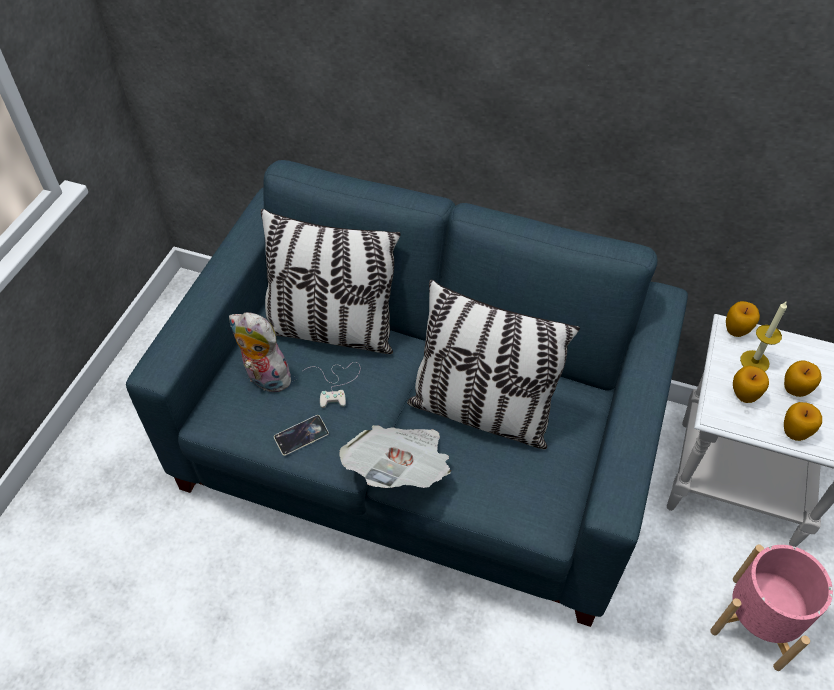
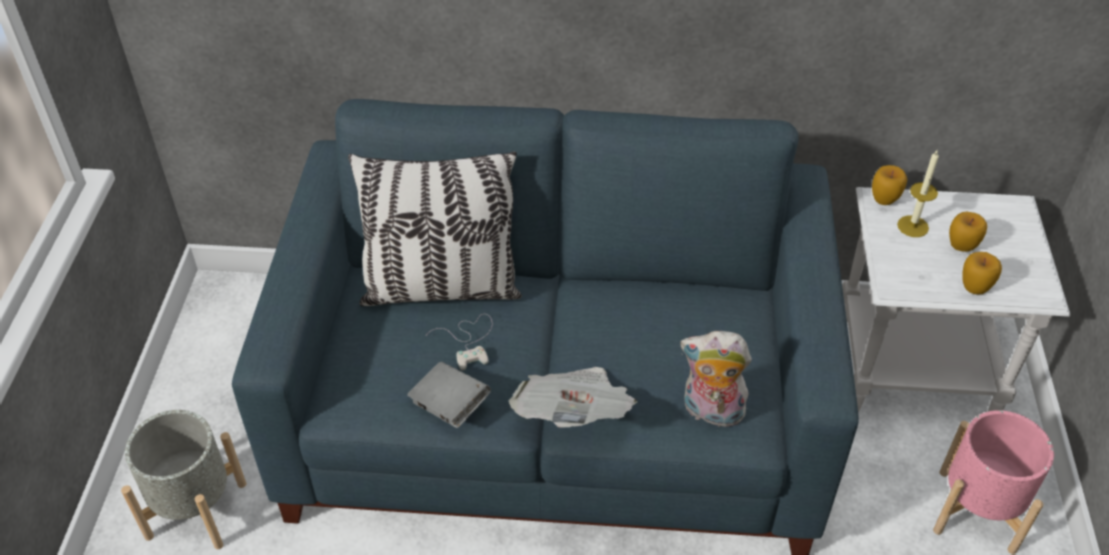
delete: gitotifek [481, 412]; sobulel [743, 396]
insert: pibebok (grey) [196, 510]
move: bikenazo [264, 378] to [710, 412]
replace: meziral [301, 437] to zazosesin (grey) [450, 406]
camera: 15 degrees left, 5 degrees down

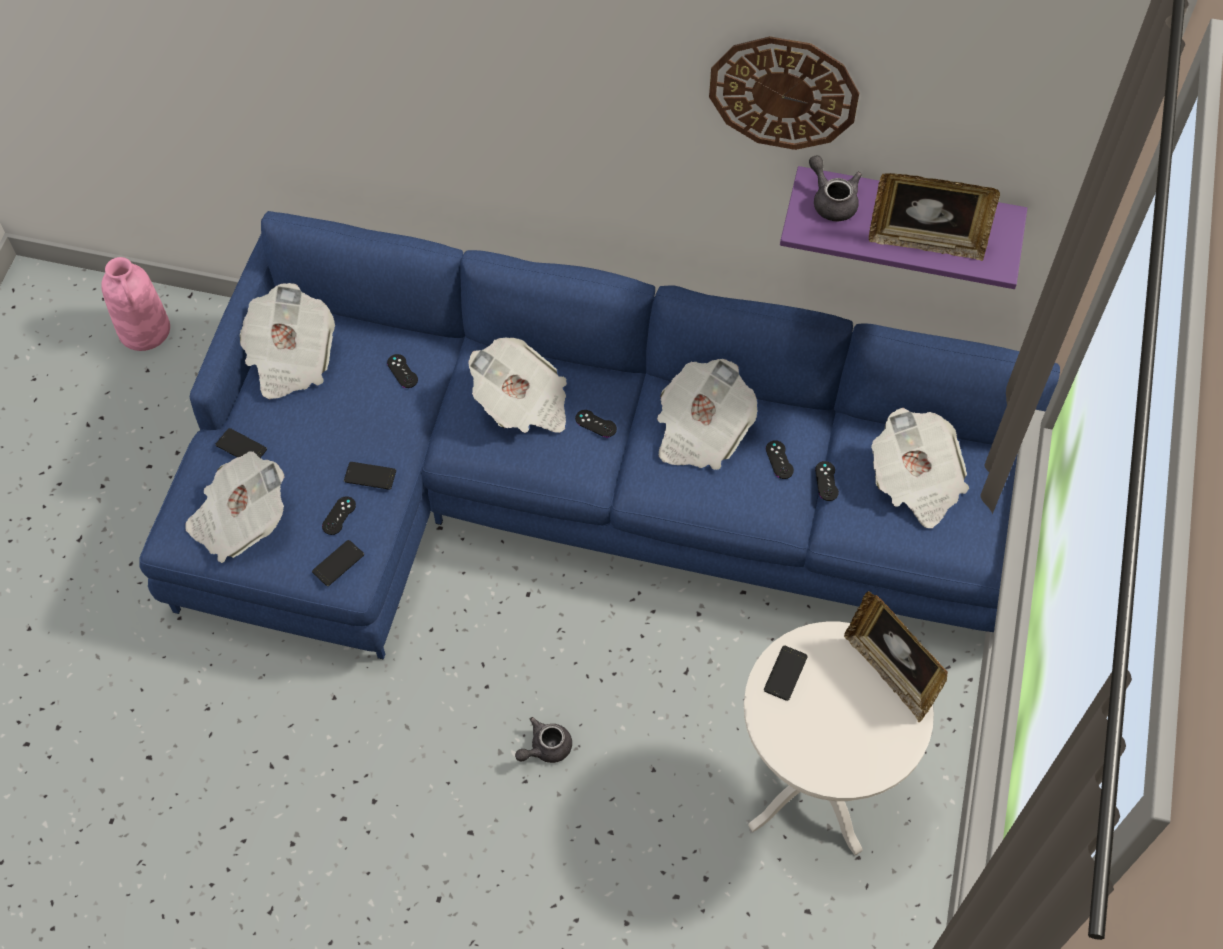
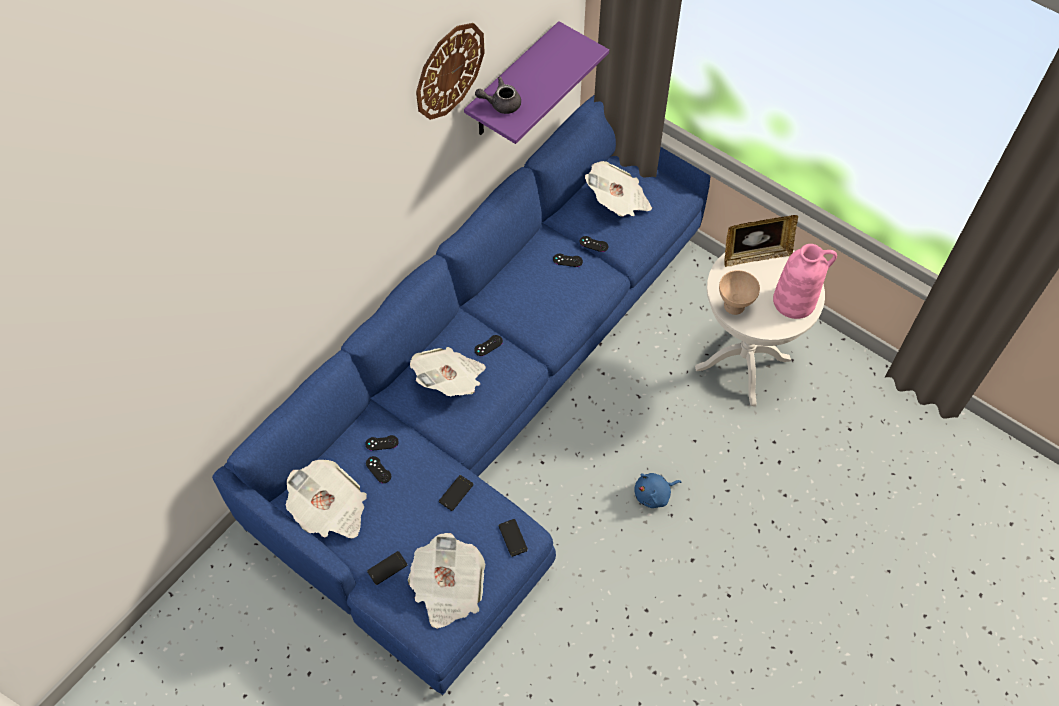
delete: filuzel [700, 431]; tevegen [926, 242]
move: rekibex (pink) [145, 331] to [794, 301]; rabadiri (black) [339, 515] to [378, 470]
replace: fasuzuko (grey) [545, 748] to bikenazo (blue) [654, 494]; meziral [785, 673] to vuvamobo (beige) [734, 305]
camera: 65 degrees left, 0 degrees up

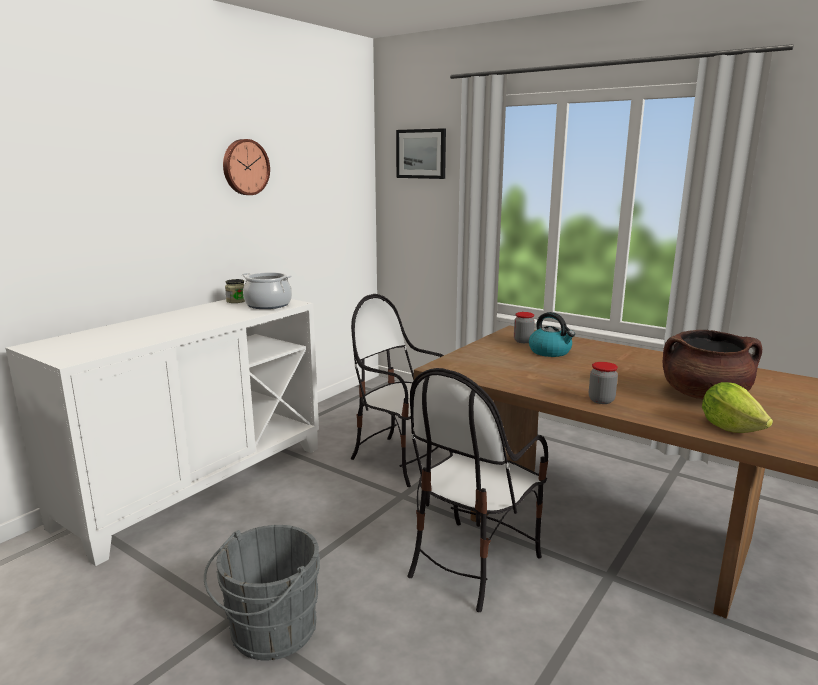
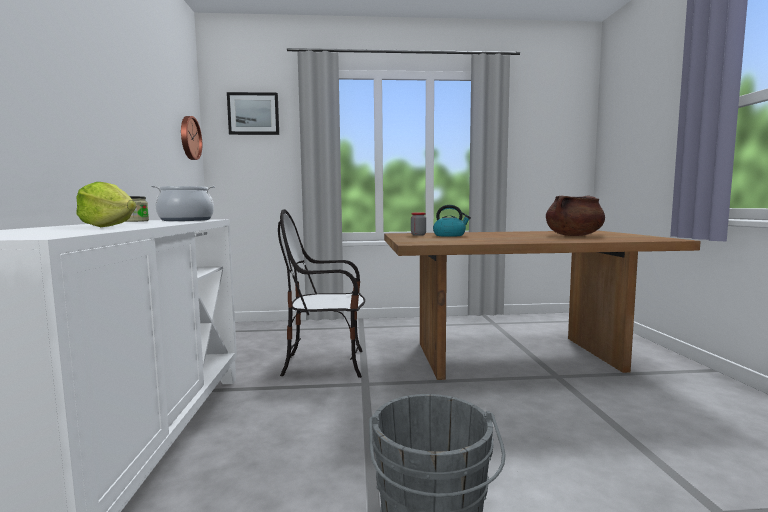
delete: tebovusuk [472, 563]; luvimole [601, 400]
move: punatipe [245, 167] to [189, 138]; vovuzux [730, 428] to [108, 226]
camera: 40 degrees left, 10 degrees down

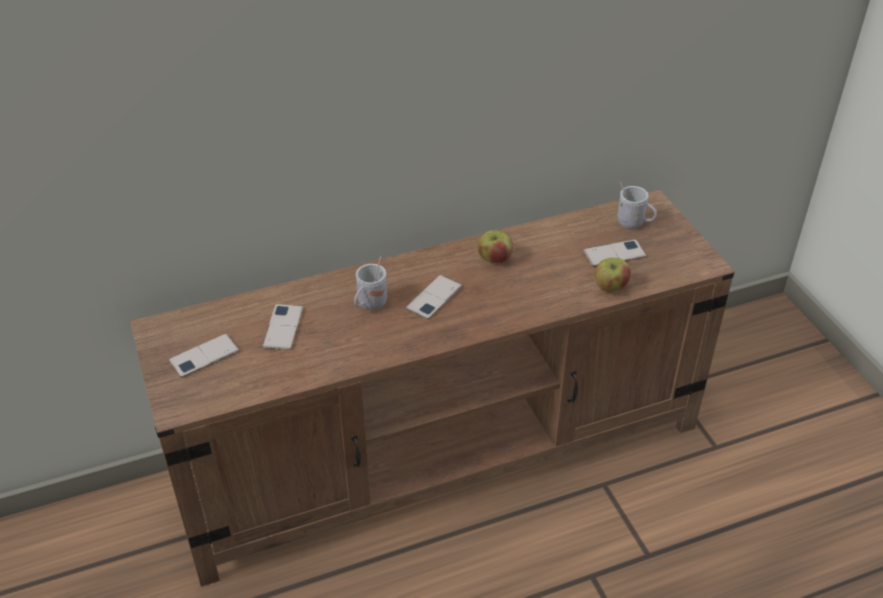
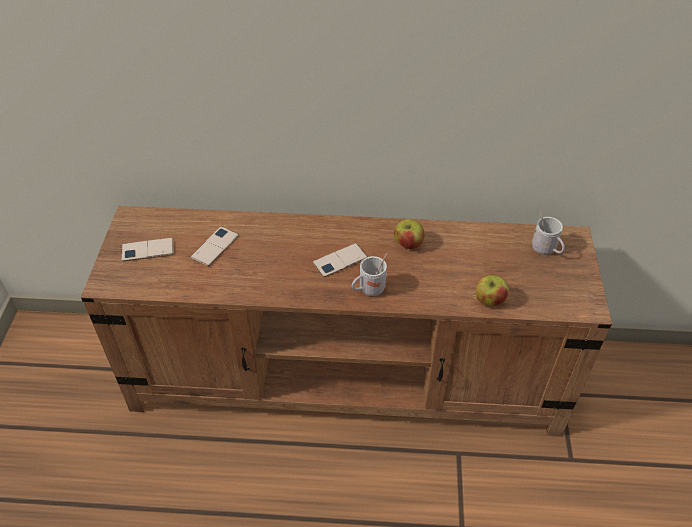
delete: meziral [614, 254]
move: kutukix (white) [369, 305] to [368, 290]
camera: 25 degrees right, 5 degrees up

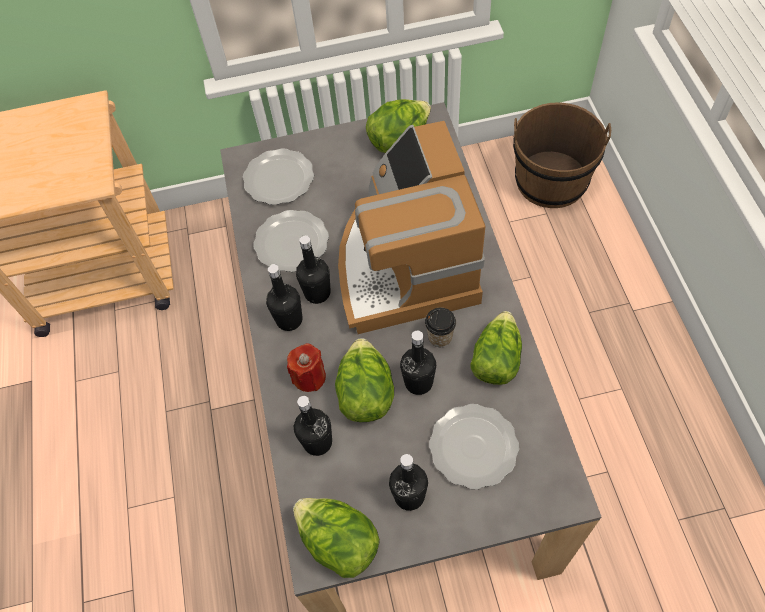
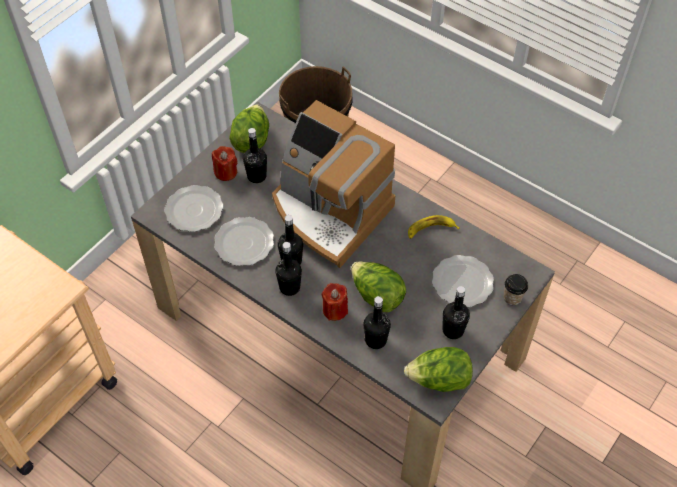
insert: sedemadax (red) [226, 172]
move: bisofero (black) [418, 382] to [256, 176]; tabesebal [440, 337] to [512, 298]
replace: vovuzux [495, 359] to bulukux [430, 229]
camera: 45 degrees left, 5 degrees down

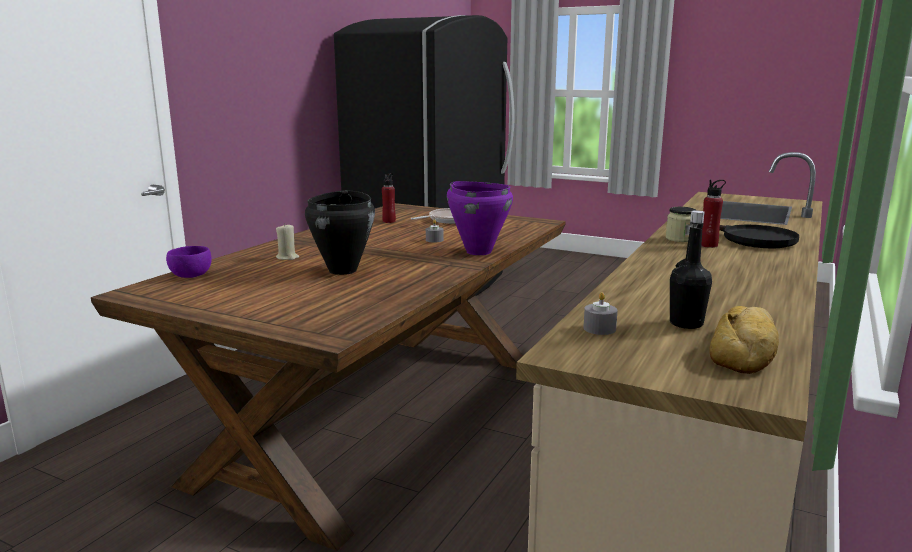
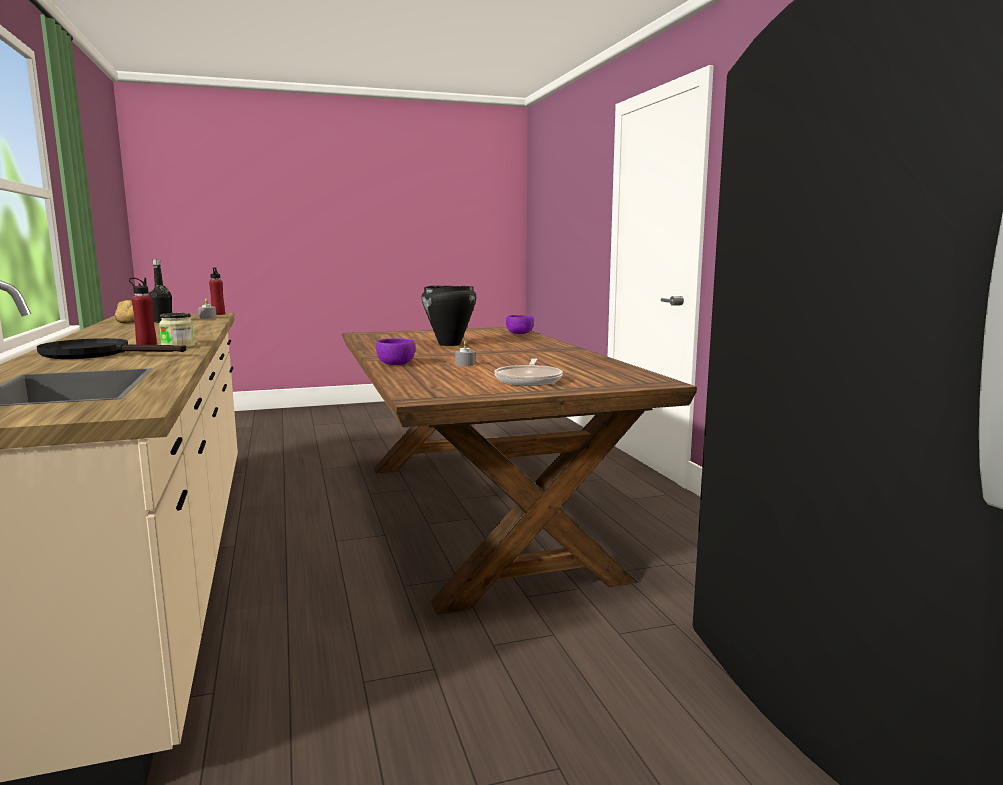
delete: sedemadax (beige) [287, 257]
move: bisofero (red) [389, 221] to [218, 314]
replace: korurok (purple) [478, 252] to vuvamobo (purple) [396, 364]
camera: 135 degrees right, 5 degrees down

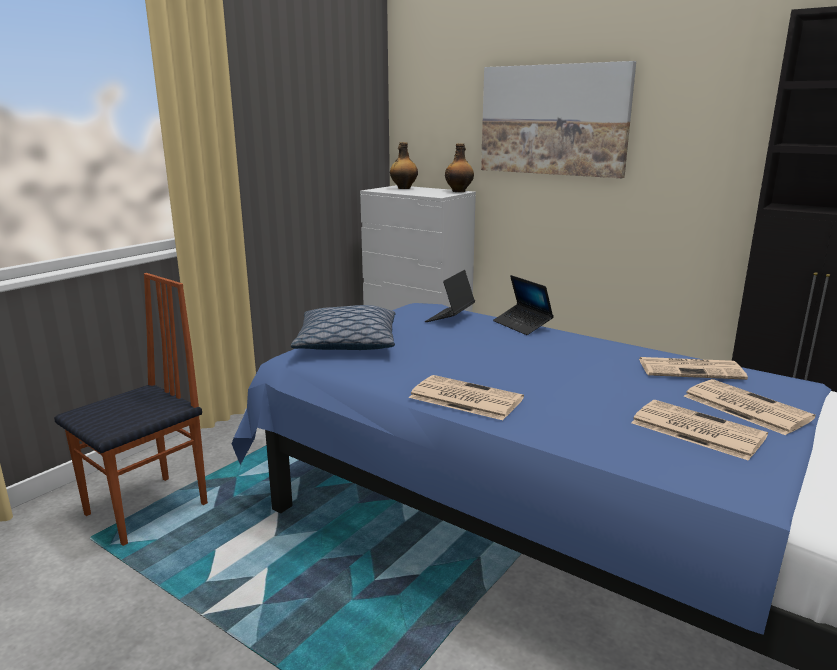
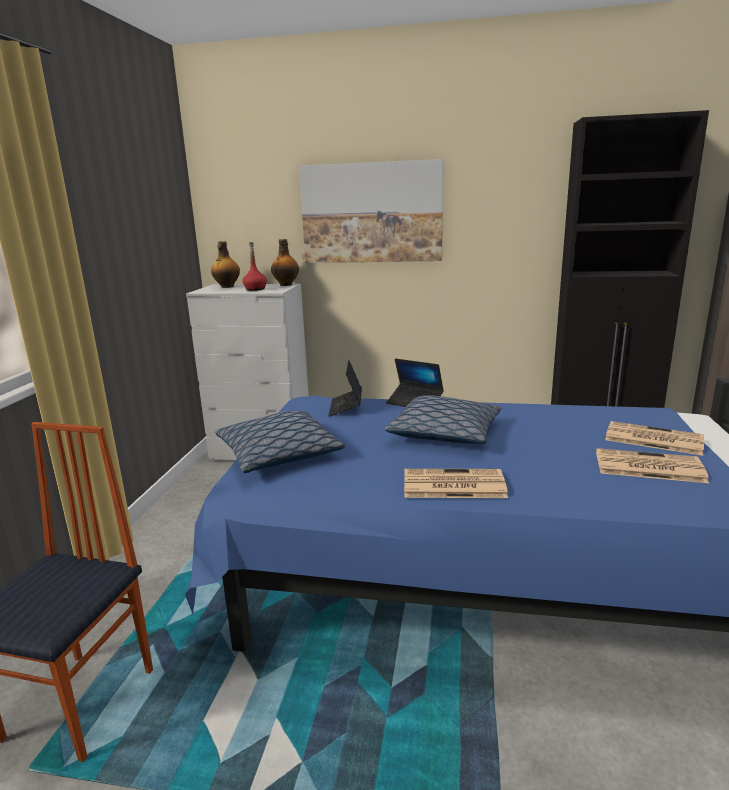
delete: filuzel [691, 369]
insert: bisofero (red) [255, 289]; gitotifek [445, 433]
camera: 25 degrees left, 0 degrees up

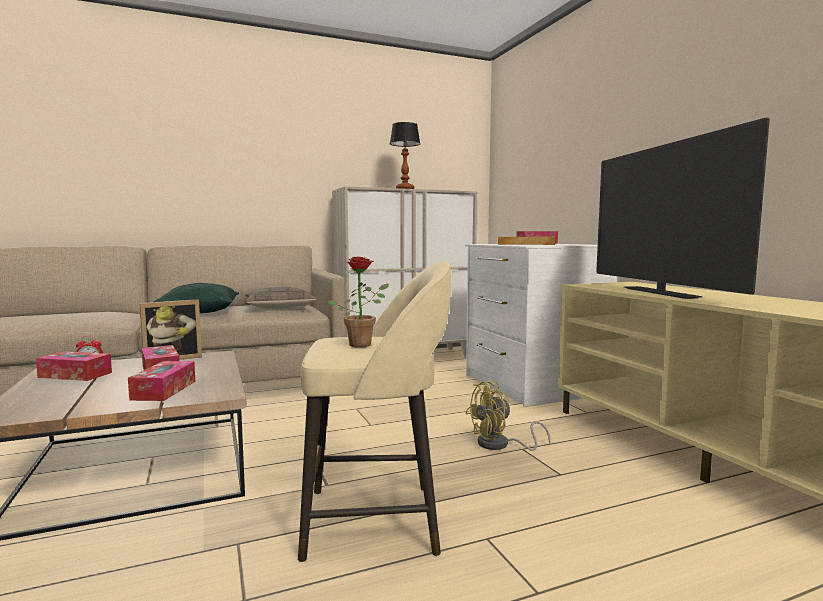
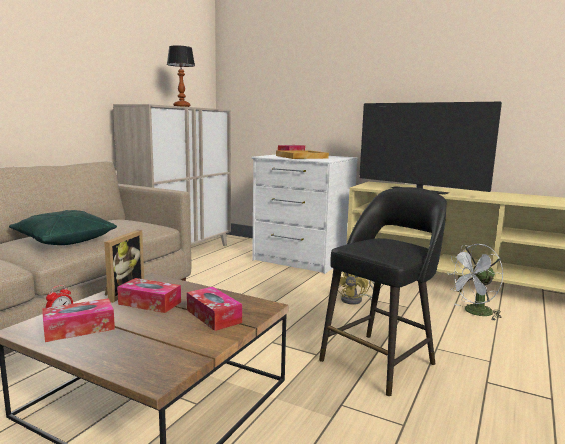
delete: gitotifek [279, 307]; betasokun [363, 344]
insert: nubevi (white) [474, 313]
recolor: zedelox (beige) [376, 520] to zedelox (black) [379, 361]
camera: 40 degrees left, 5 degrees up

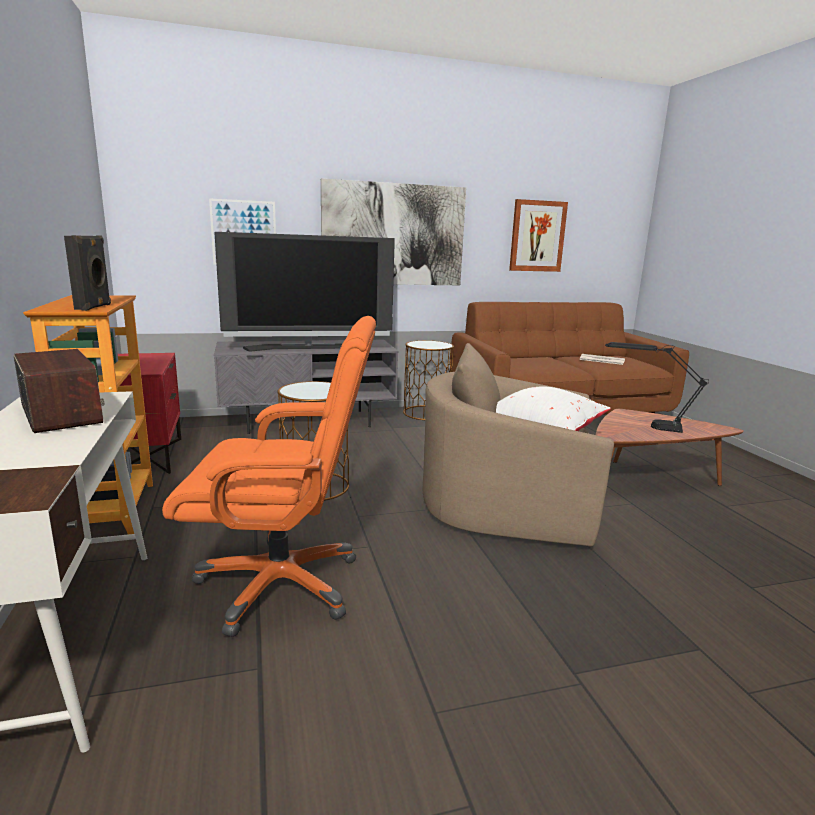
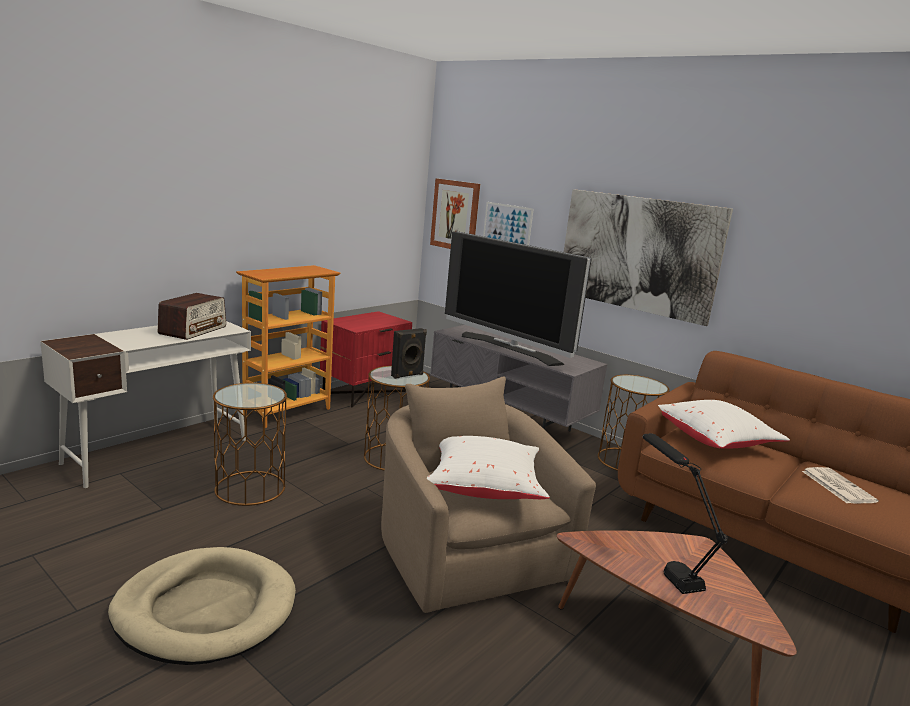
insert: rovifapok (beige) [206, 609]; gitotifek (white) [715, 441]
move: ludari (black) [94, 307] to [407, 375]; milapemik [537, 236] to [455, 215]
replace: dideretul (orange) [281, 584] to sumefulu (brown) [250, 488]
camera: 55 degrees right, 0 degrees up

